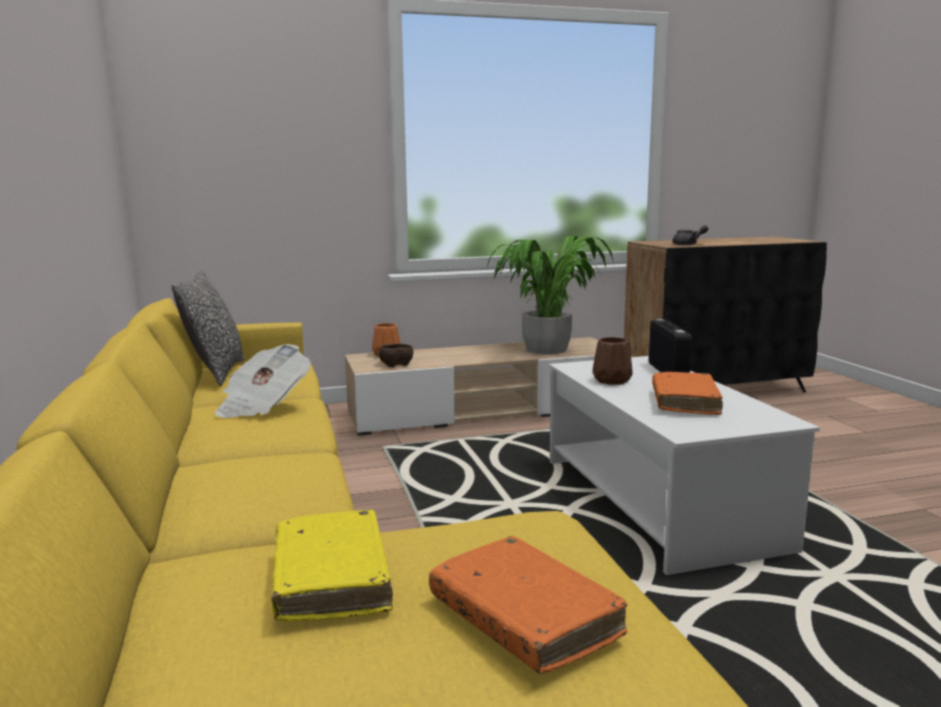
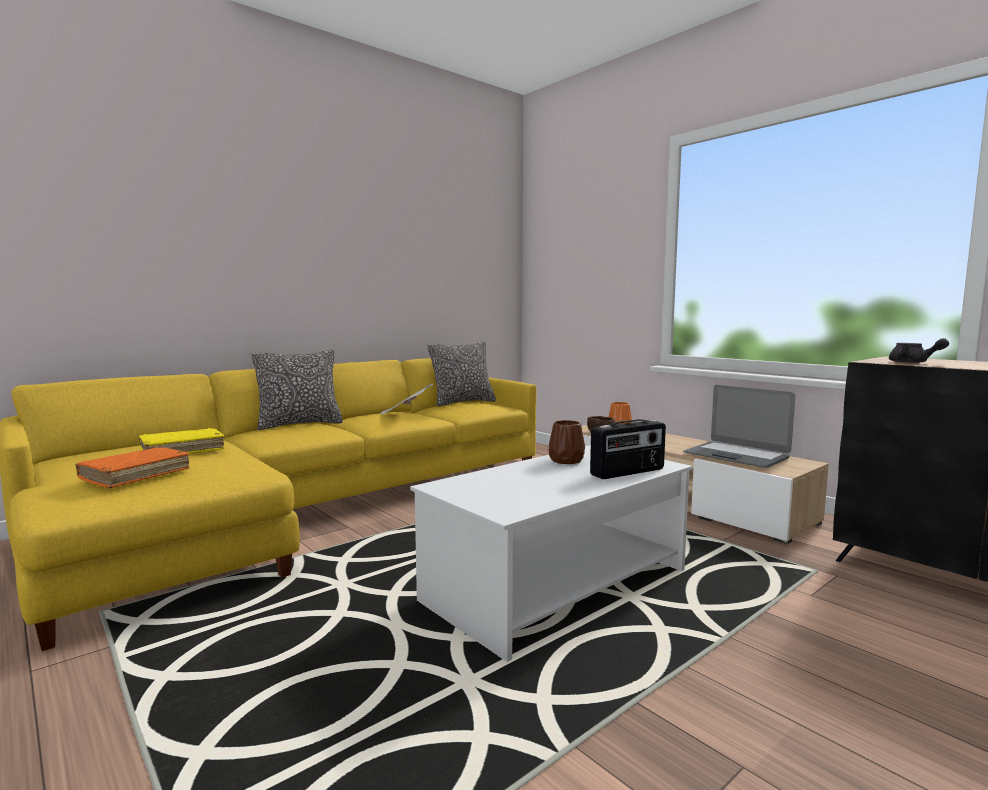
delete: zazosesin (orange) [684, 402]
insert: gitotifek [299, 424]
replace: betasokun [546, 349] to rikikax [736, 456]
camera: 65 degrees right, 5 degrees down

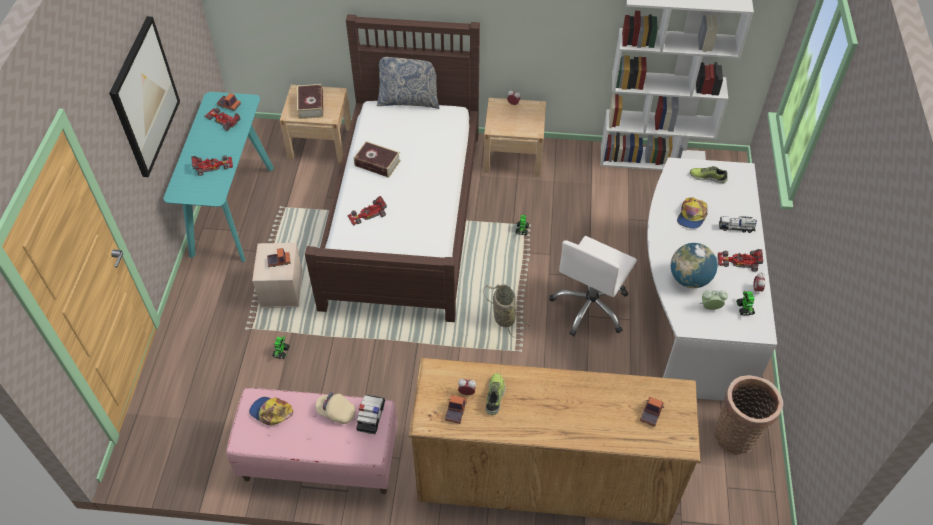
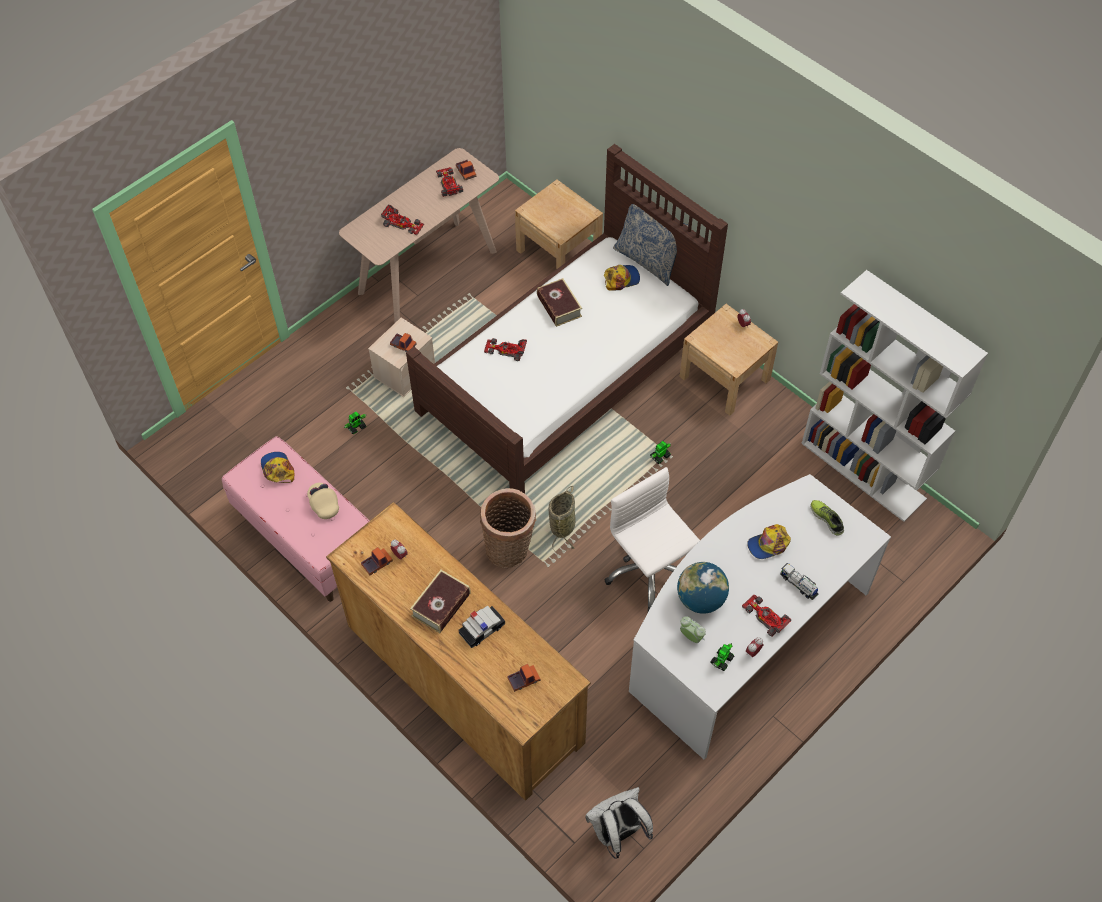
delete: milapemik [144, 97]; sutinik [495, 396]
insert: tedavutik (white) [617, 833]; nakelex [621, 279]
move: zazosesin [311, 105] to [441, 605]; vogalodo [371, 417] to [482, 629]; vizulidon [737, 434] to [510, 549]
recolor: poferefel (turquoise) [232, 210] to poferefel (beige) [427, 271]
rotate: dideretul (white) [590, 307] = [649, 571] 75 degrees clockwise
camera: 40 degrees right, 5 degrees up

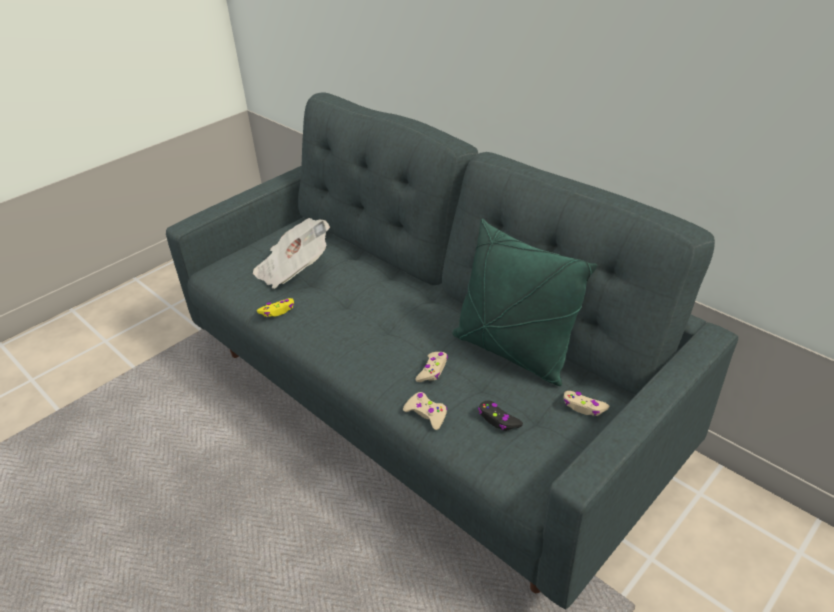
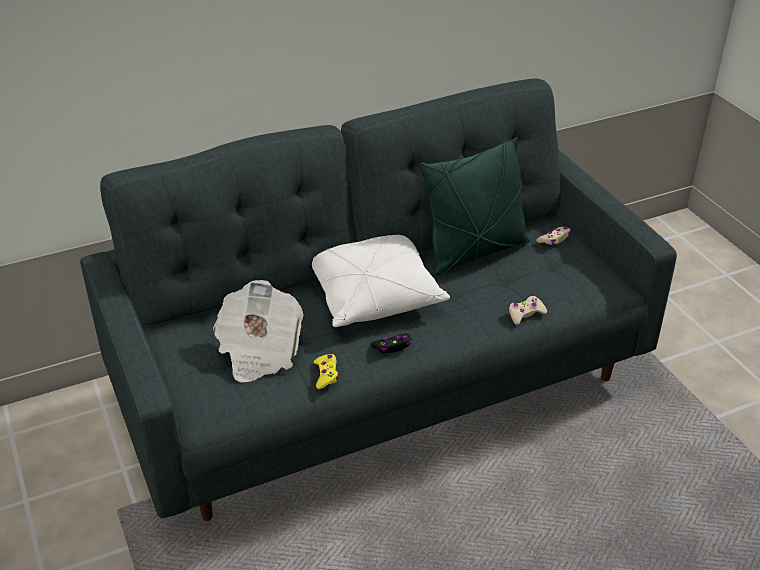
delete: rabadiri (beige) [432, 370]
insert: gitotifek (white) [372, 294]
move: rabadiri (black) [498, 420] to [392, 347]
camera: 70 degrees left, 0 degrees up

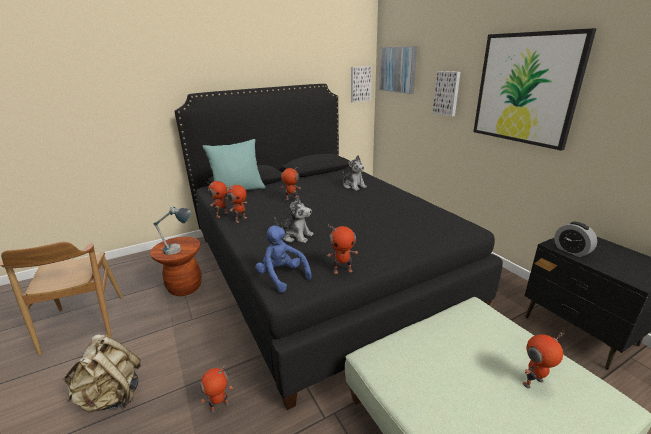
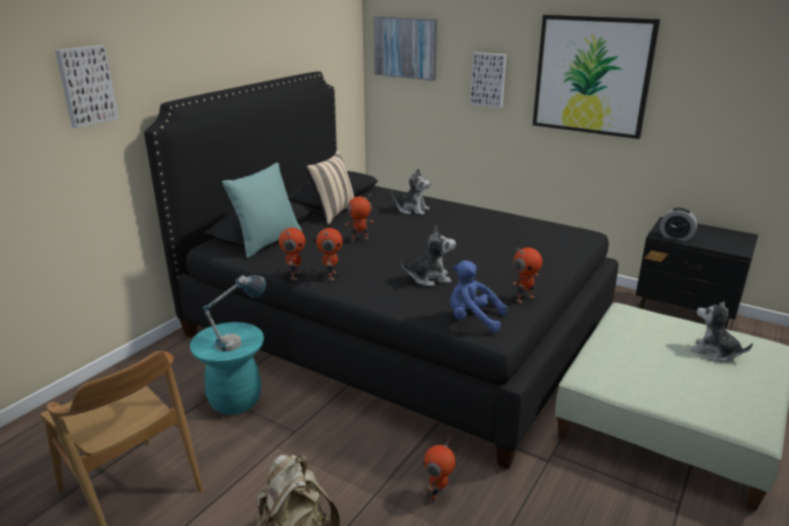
insert: gitotifek (beige) [333, 213]
move: milapemik [360, 84] to [86, 85]
replace: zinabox [534, 383] to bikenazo [714, 352]
recolor: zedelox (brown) [185, 287] to zedelox (turquoise) [235, 401]
camera: 30 degrees left, 0 degrees up

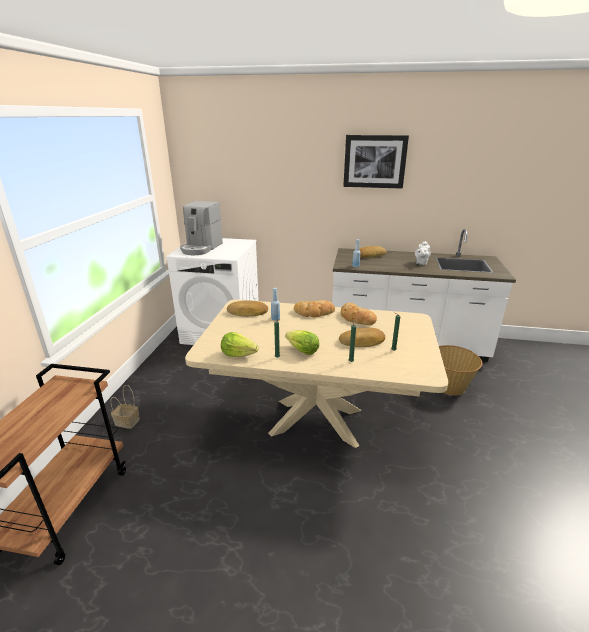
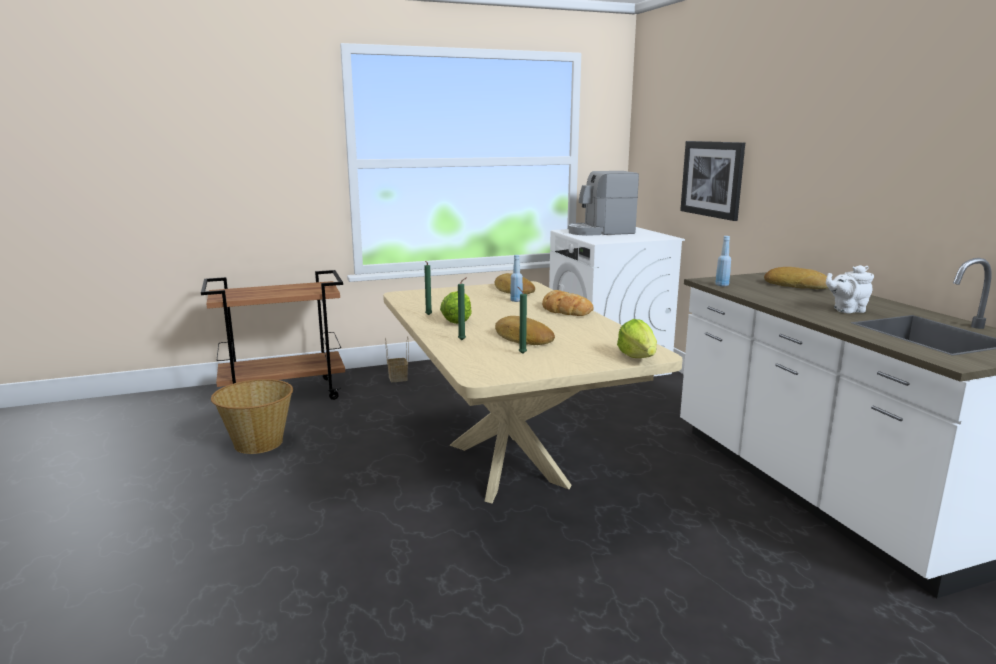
delete: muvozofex [356, 318]
move: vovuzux [238, 354] to [637, 357]; milapemik [374, 161] to [712, 179]; vizulidon [449, 386] to [258, 443]
camera: 60 degrees right, 10 degrees down

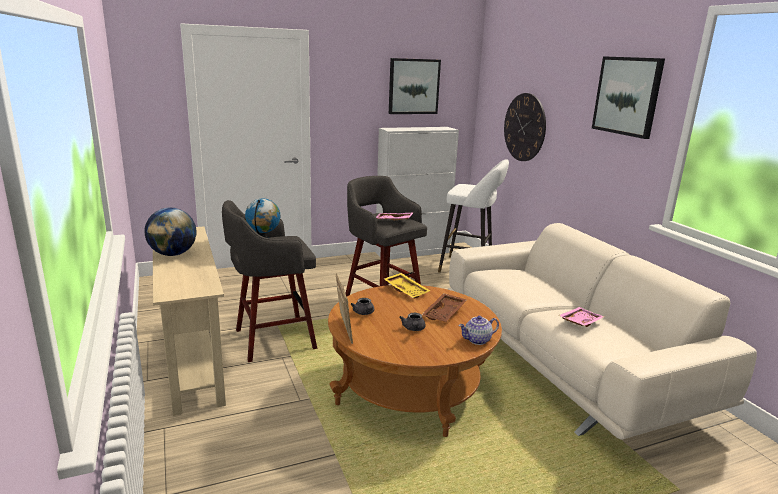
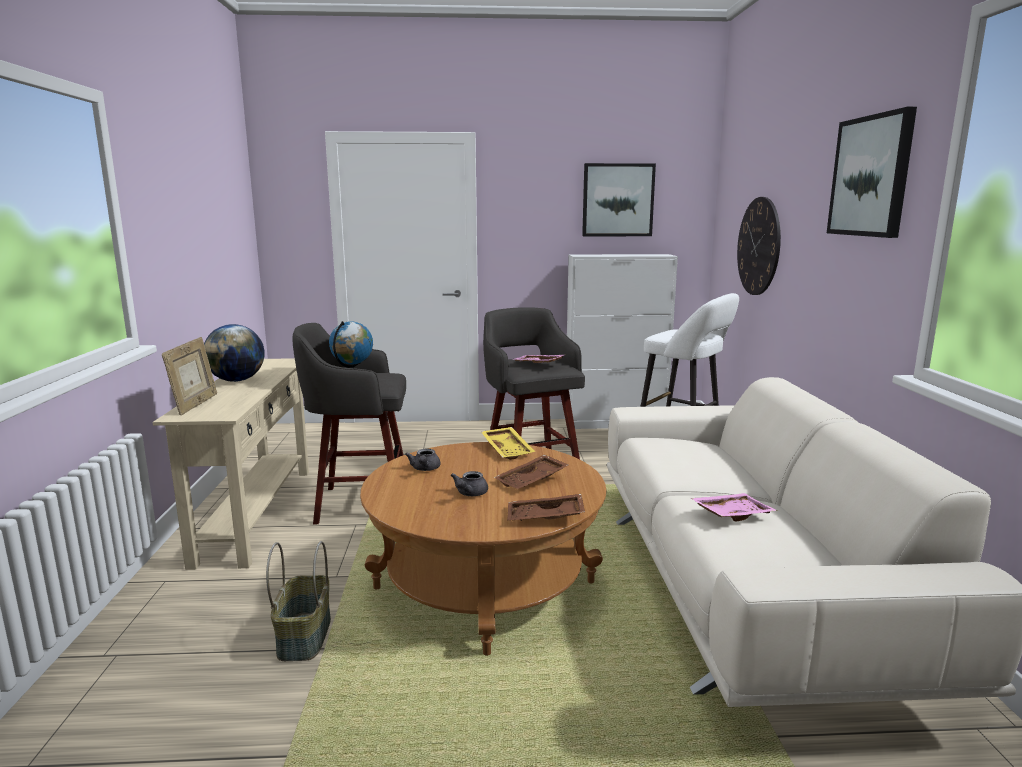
insert: vizulidon [303, 636]
move: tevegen [344, 330] to [195, 405]
replace: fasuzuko [477, 340] to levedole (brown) [545, 518]
camera: 20 degrees right, 5 degrees down

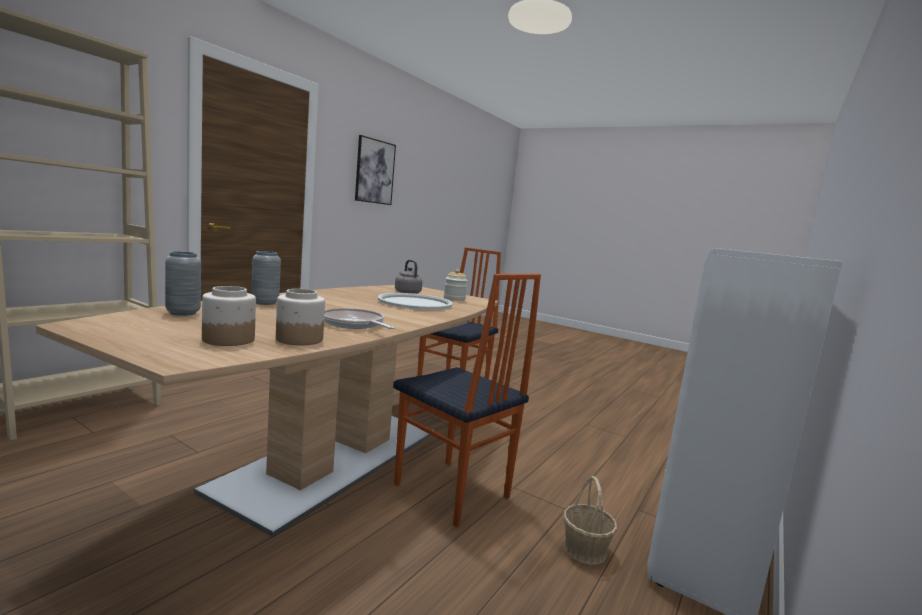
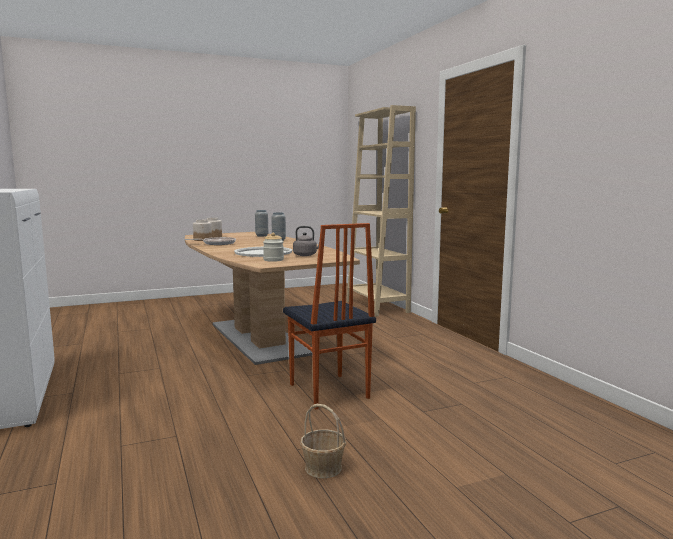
delete: milapemik [374, 171]; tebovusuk [451, 492]
move: vizulidon [585, 549] to [323, 468]
camera: 125 degrees right, 0 degrees up

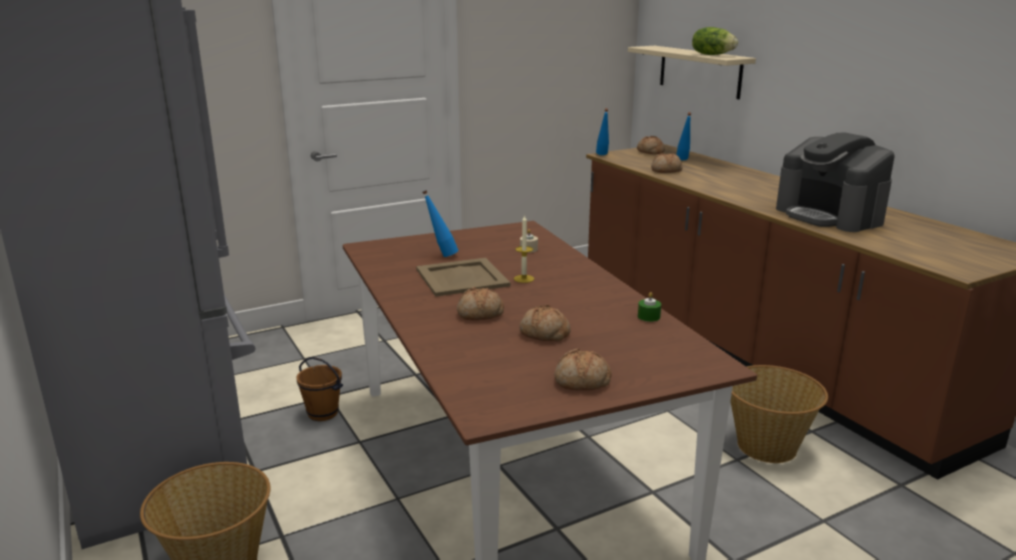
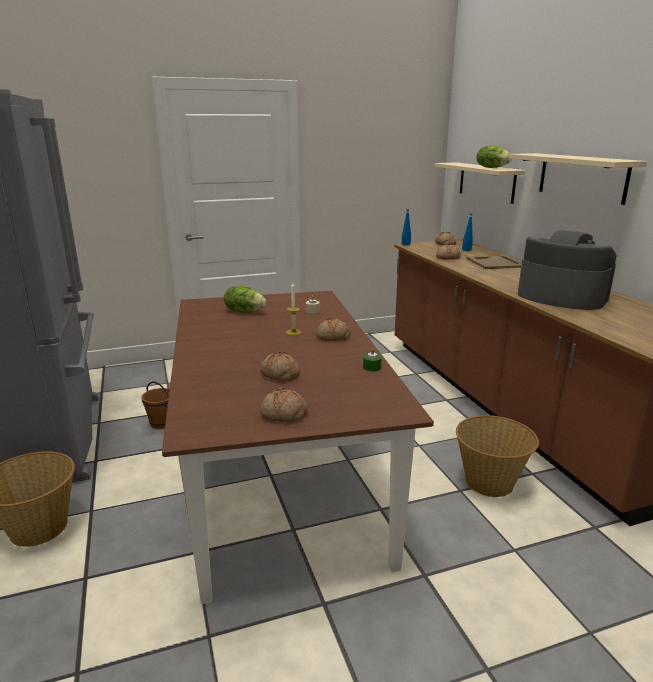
insert: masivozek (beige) [581, 177]
move: levedole (beige) [462, 277] to [496, 262]; muvozofex [480, 314] to [332, 337]
replace: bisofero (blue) [441, 255] to vovuzux [244, 311]
rotate: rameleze [829, 216] = [561, 297] 150 degrees clockwise
camera: 10 degrees right, 0 degrees up

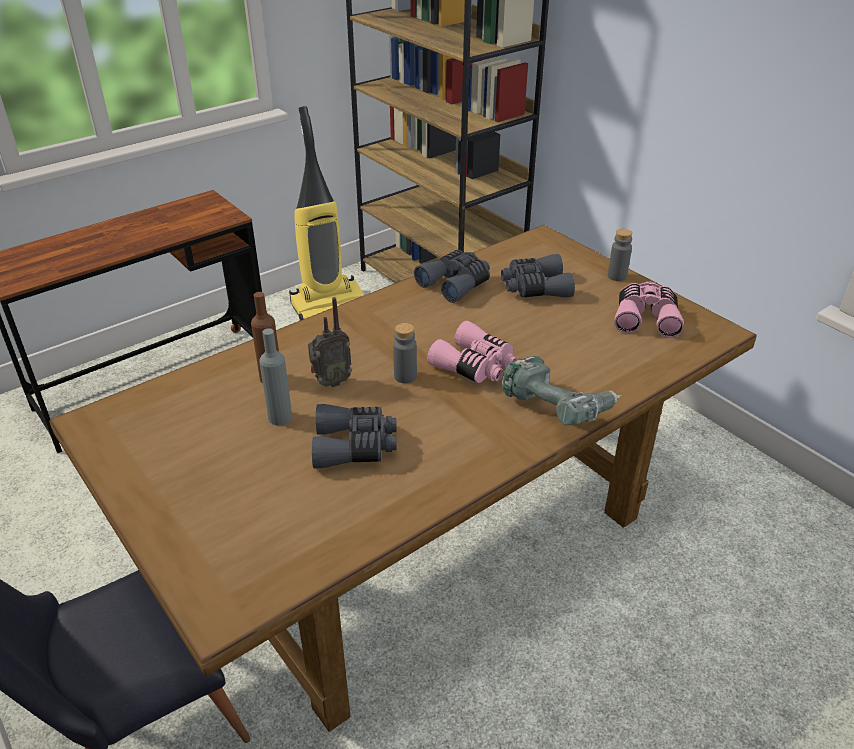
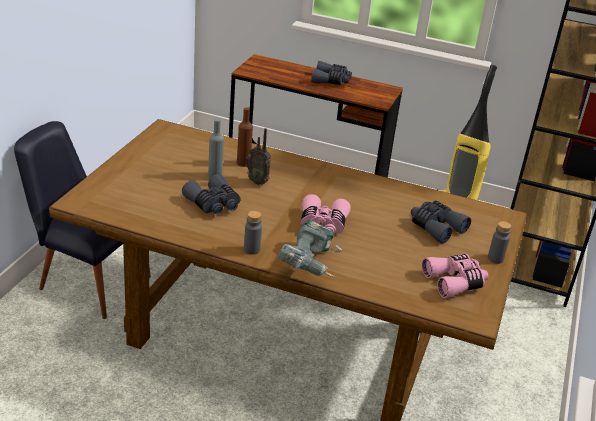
move: bisofero (grey) [405, 376] to [252, 249]; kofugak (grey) [456, 283] to [331, 80]
camera: 55 degrees right, 5 degrees down

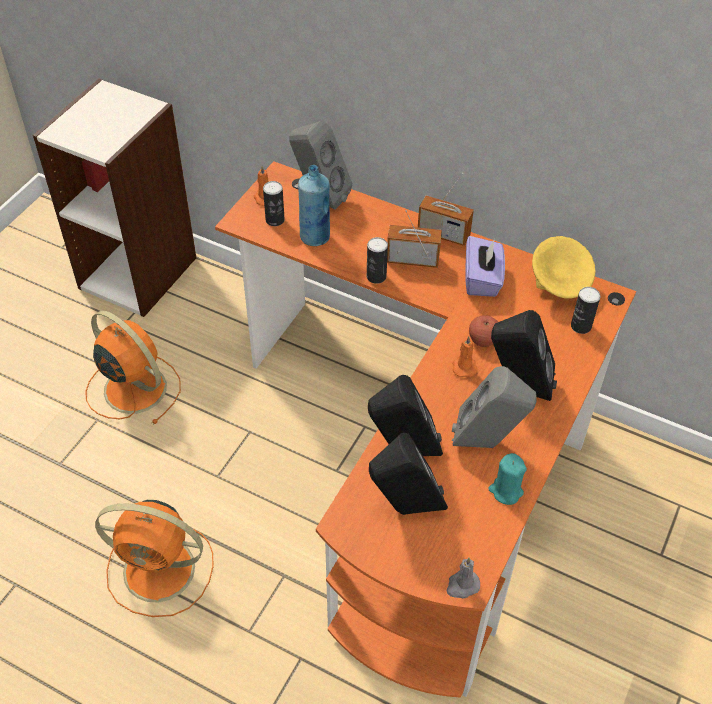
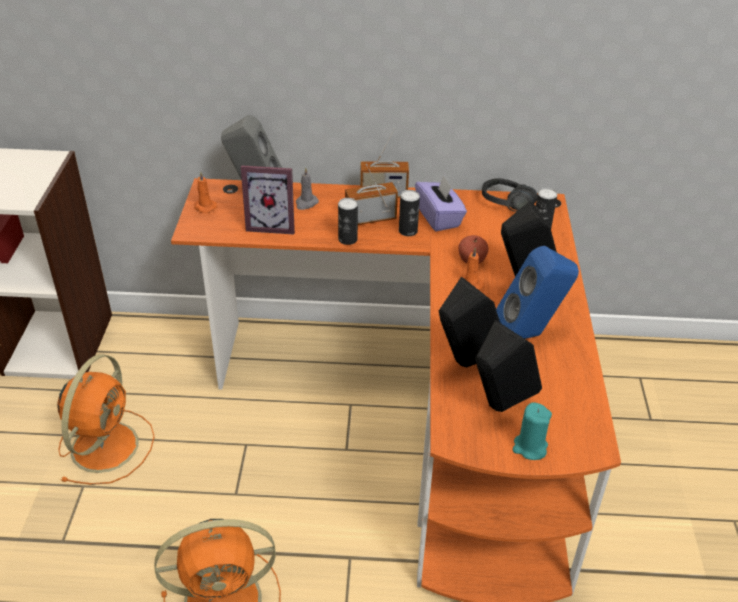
move: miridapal [275, 220] to [408, 231]; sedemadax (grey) [462, 586] to [306, 203]; sedemadax (turquoise) [505, 491] to [529, 447]
replace: bisofero (blue) [315, 237] to tevegen [272, 224]; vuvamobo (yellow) [558, 288] to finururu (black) [504, 207]
recolor: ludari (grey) [487, 443] to ludari (blue) [530, 334]
rotate: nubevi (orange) [133, 387] = [106, 444] 90 degrees clockwise
camera: 25 degrees left, 10 degrees down

